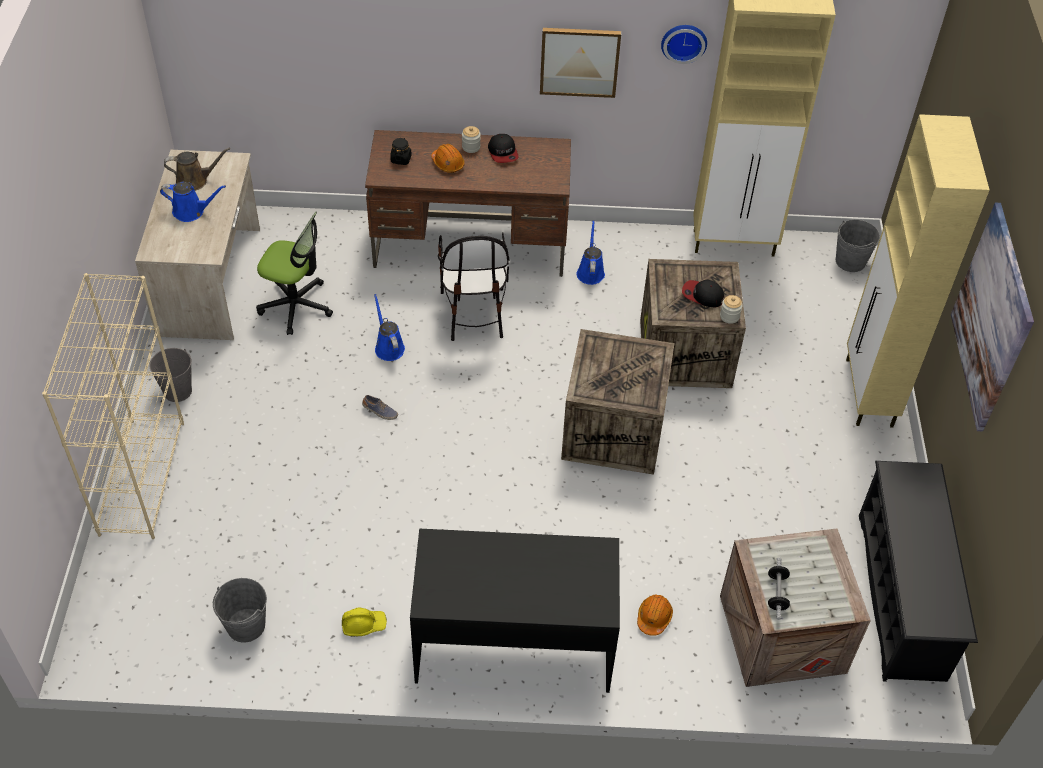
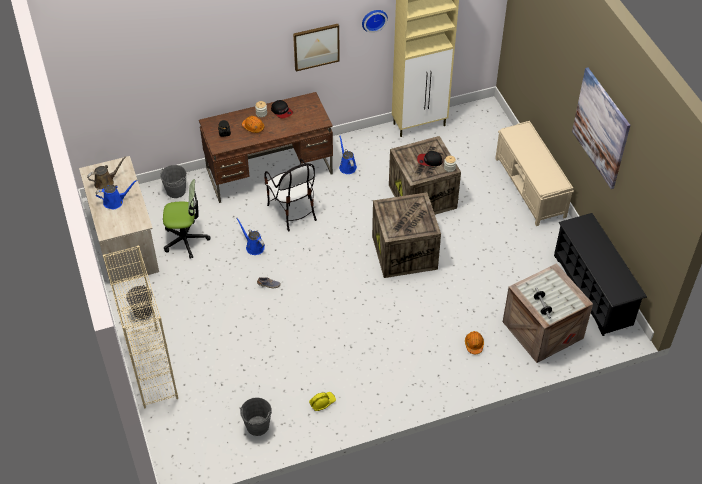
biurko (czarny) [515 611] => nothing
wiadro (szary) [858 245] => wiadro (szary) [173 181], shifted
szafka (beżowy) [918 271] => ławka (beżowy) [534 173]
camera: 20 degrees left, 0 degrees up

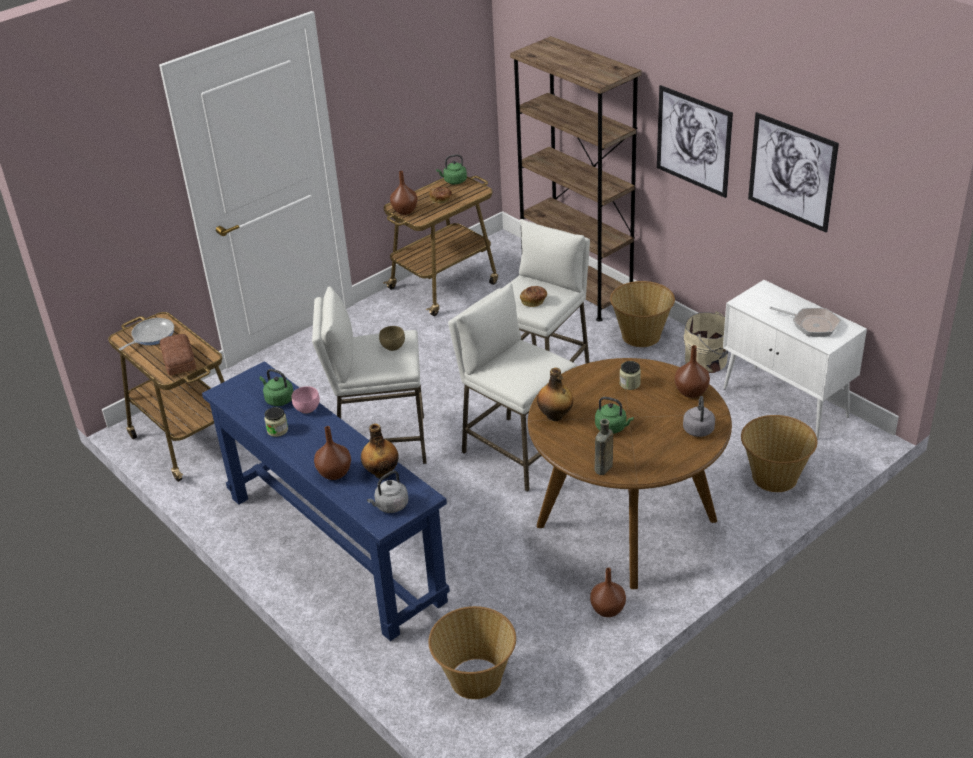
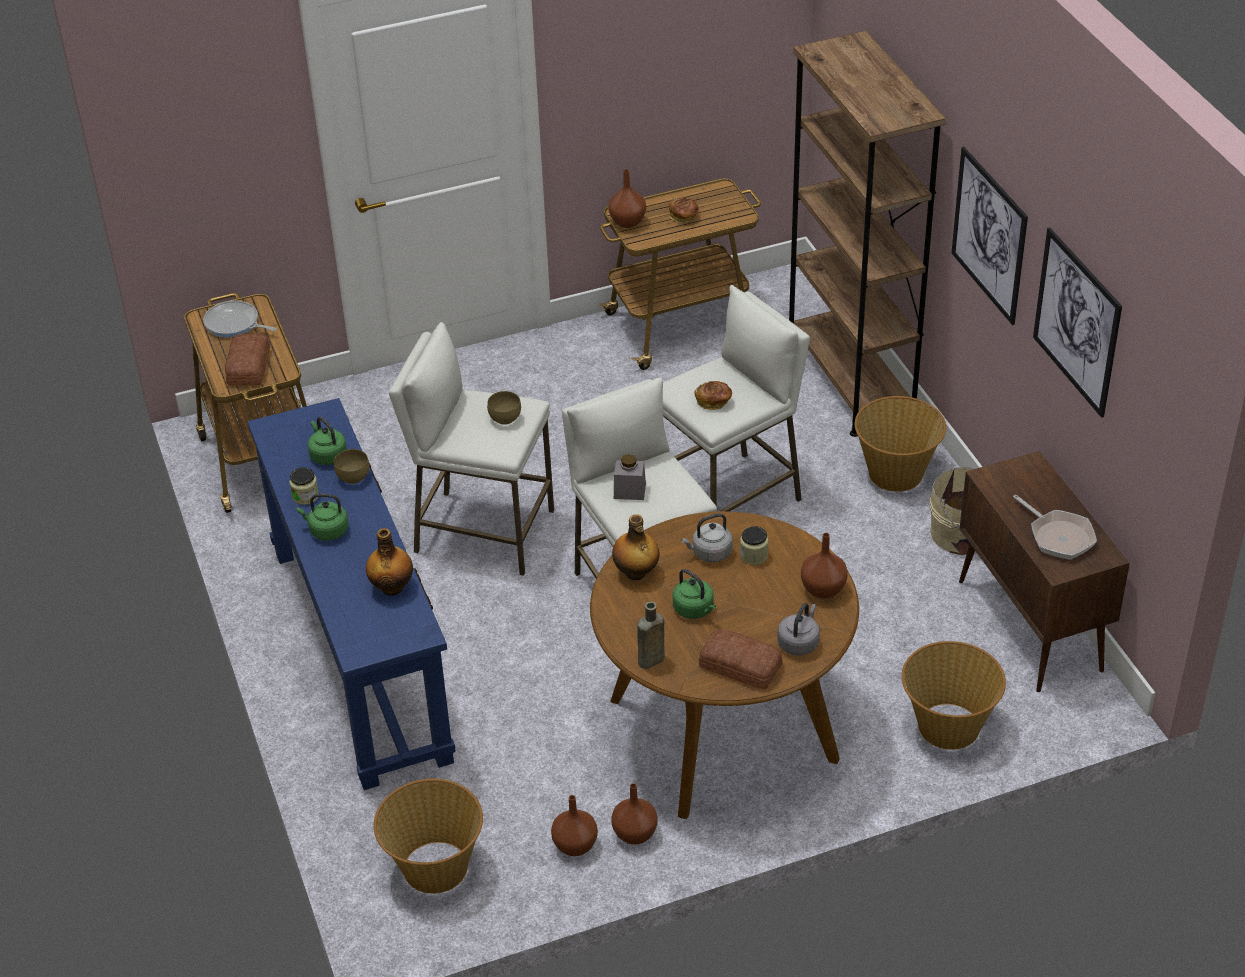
nothing => słoik (szary) [630 477]
nothing => chleb [741 659]
wazon (brązowy) [332 453] => wazon (brązowy) [574 825], shifted
czajnik (szary) [387 491] => czajnik (szary) [707 537], shifted
czajnik (zielony) [451 169] => czajnik (zielony) [322 517], shifted
miska (różowy) [306 400] => miska (brązowy) [351 466]
szafka (biały) [795 360] => szafka (brązowy) [1044 571]
patelnia [146 334] => patelnia [239 318], 120 degrees counterclockwise
camera: 20 degrees right, 5 degrees up

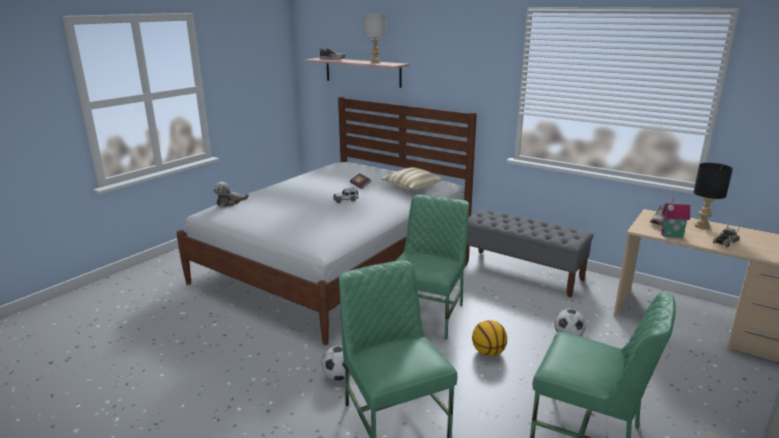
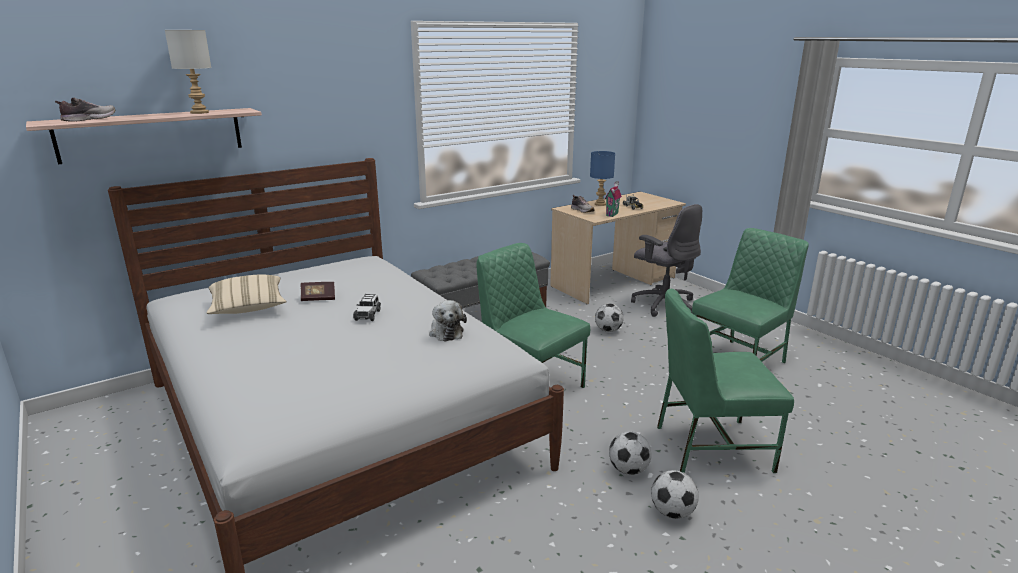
piłka do koszykówki [489 338] => nothing
nothing => krzesło biurowe (szary) [666 260]
nothing => piłka futbolowa [675 494]
pluszak [231 194] => pluszak [448 320], shifted
poduszka (beżowy) [411 178] => poduszka (beżowy) [246 294], shifted
lampa stołowa (czarny) [713 196] => lampa stołowa (niebieski) [602 178]
camera: 70 degrees left, 0 degrees up

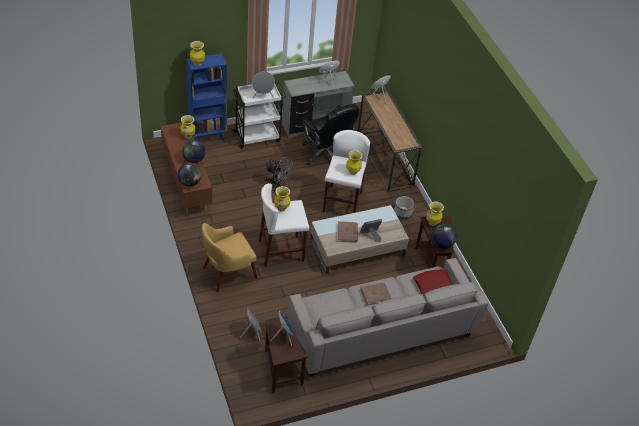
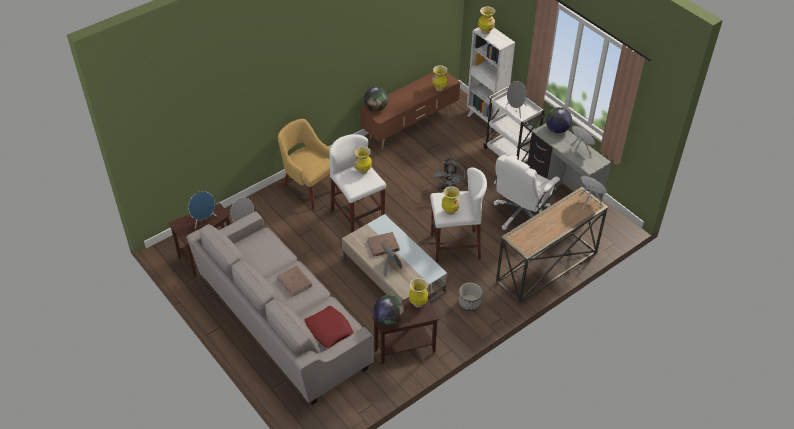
globus [193 151] => globus [559 120], shifted
regał (niebieski) [206 97] => regał (biały) [491 80]
krzesło biurowe (czarny) [330 134] => krzesło biurowe (biały) [527 192]
camera: 75 degrees right, 0 degrees up

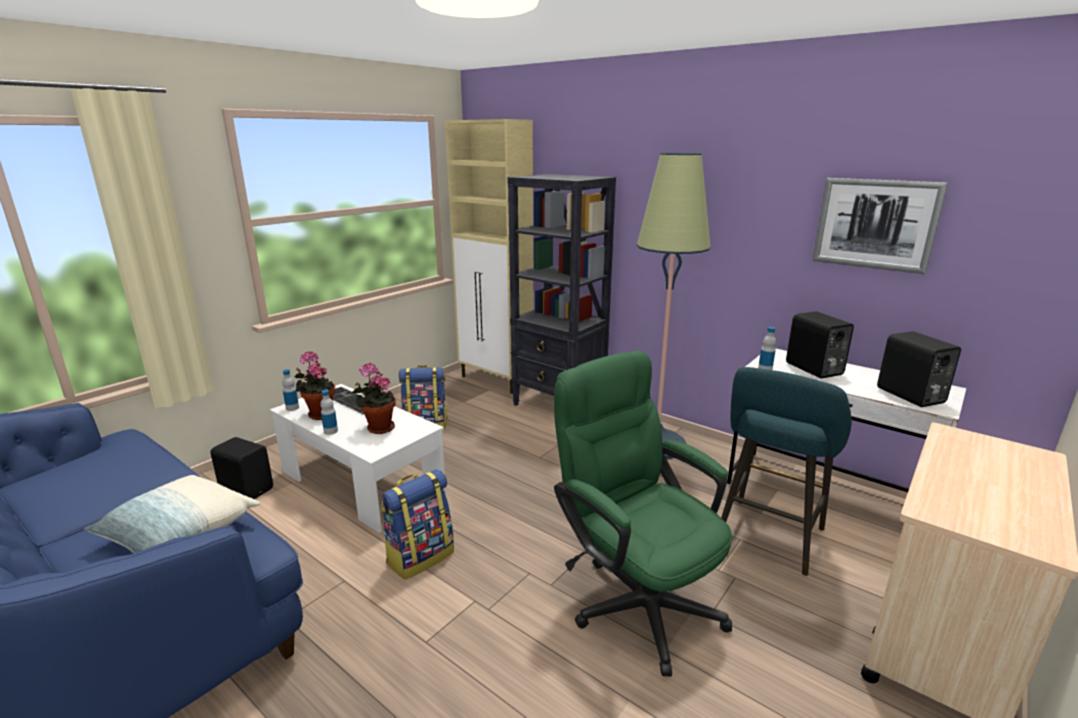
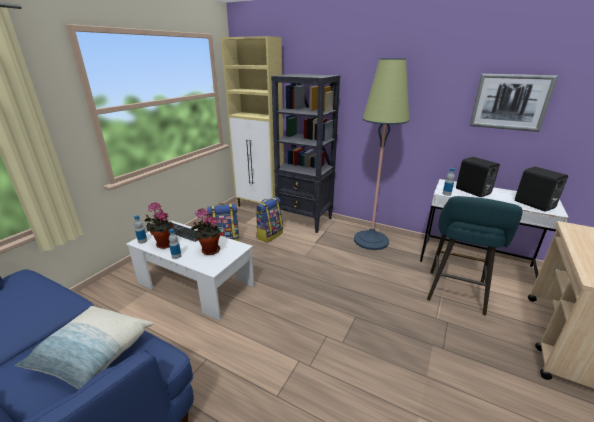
głośnik (czarny) [241 468] => nothing
krzesło biurowe (zielony) [643 514] => nothing
plecak [417 524] => plecak [269 220], shifted
camera: 10 degrees left, 5 degrees up

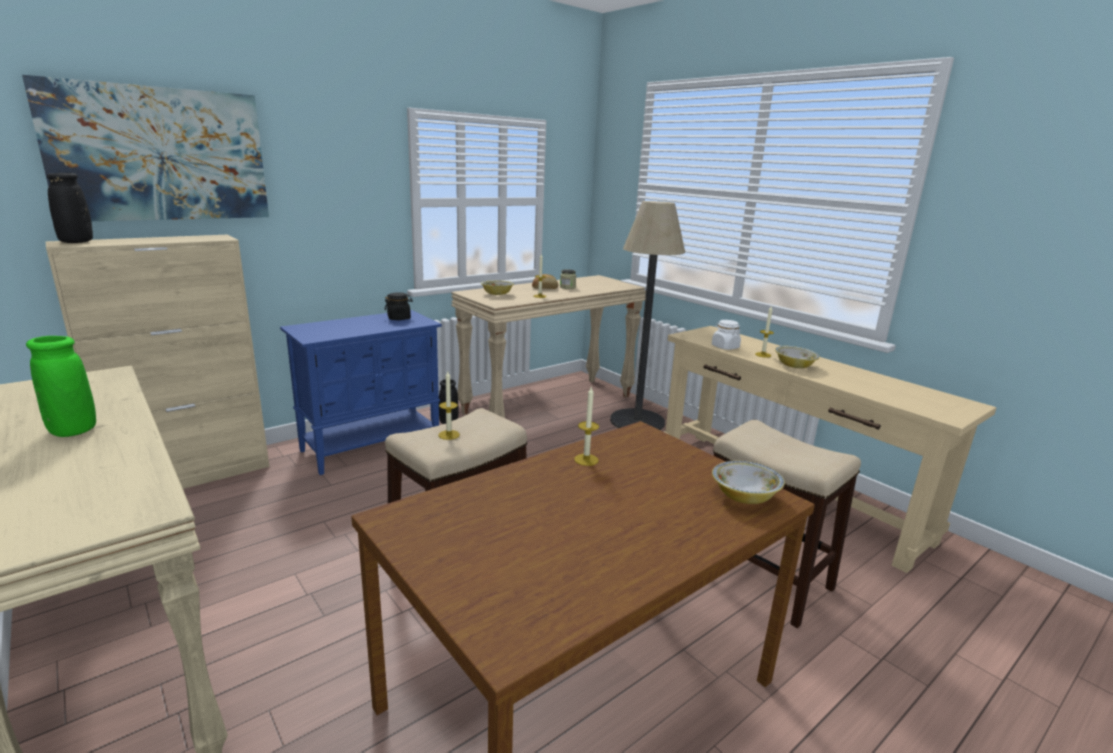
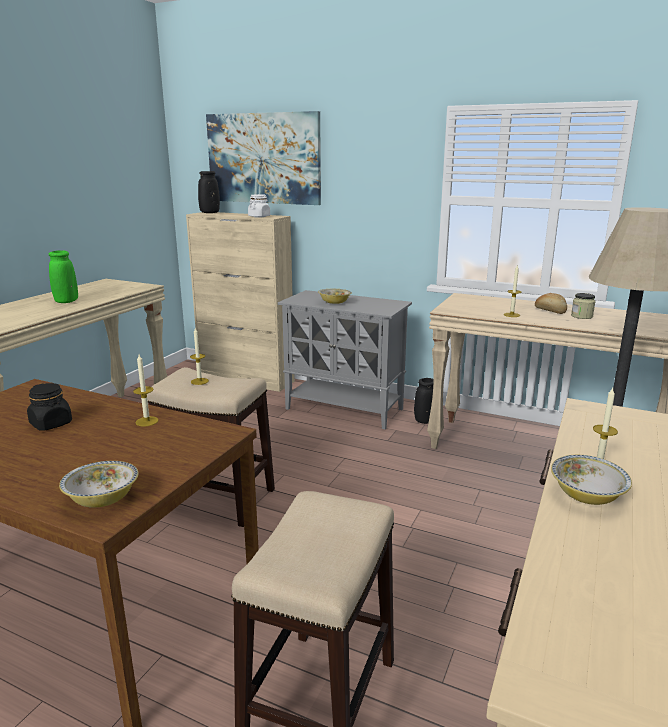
słoik (czarny) [399 306] => słoik (czarny) [49 407], shifted
miska [497 287] => miska [335 296], shifted
słoik (biały) [726 335] => słoik (biały) [259 205], shifted
szafka (niebieski) [361 392] => szafka (szary) [345 359]
camera: 65 degrees right, 0 degrees up

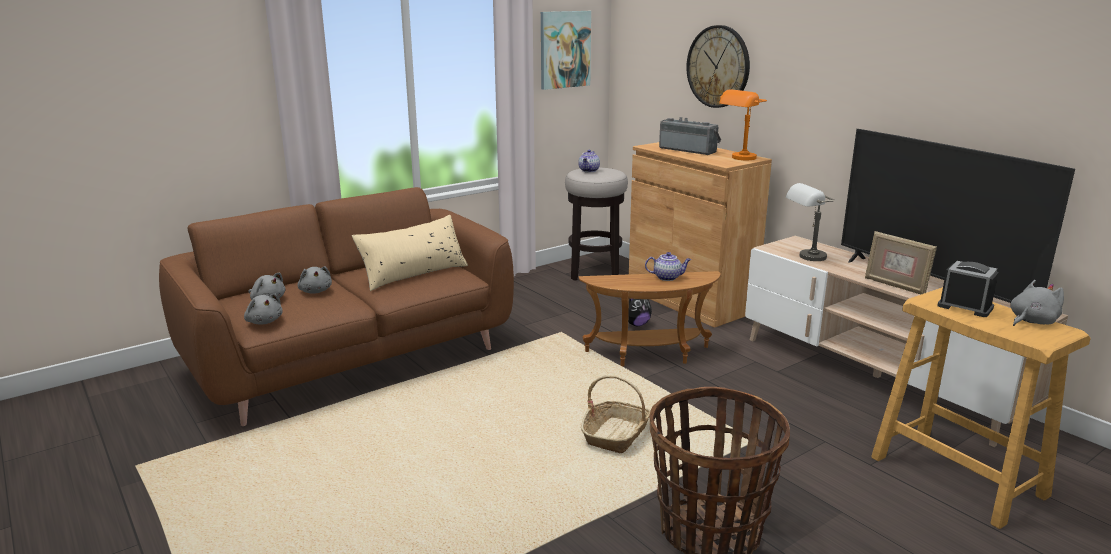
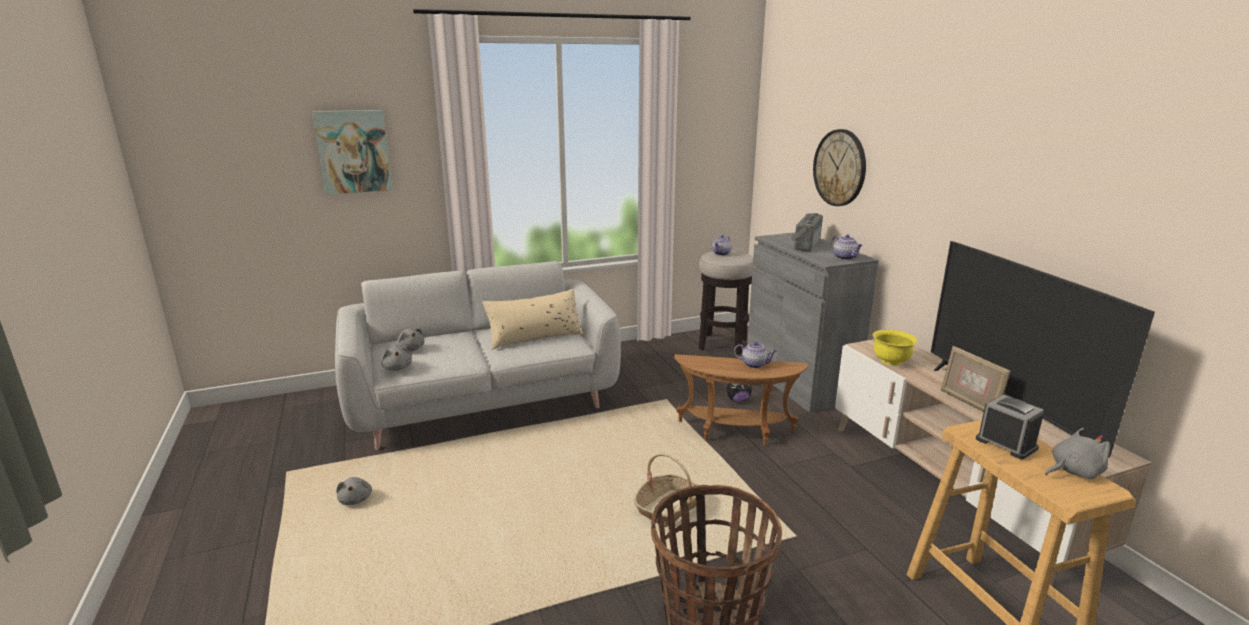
pluszak (szary) [315 280] => pluszak (szary) [354 491], shifted
obraz [566 50] => obraz [353 152], shifted
lampa stołowa (pomarańczowy) [743 124] => imbryk [847 247]
lampa stołowa (szary) [810 222] => miska (żółty) [894 347]
kanapa (brązowy) [336 306] => kanapa (szary) [478 355]
szafka (brązowy) [700 235] => szafka (szary) [813 322]
radio [690 136] => radio [806 232], 120 degrees counterclockwise
camera: 15 degrees right, 0 degrees up

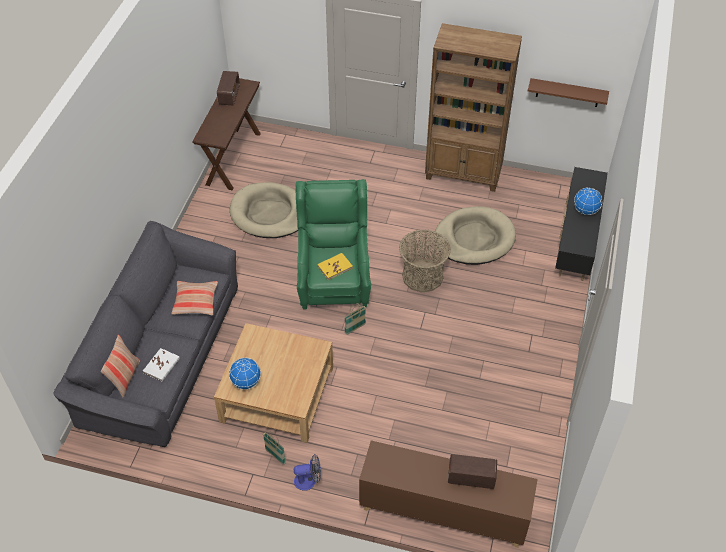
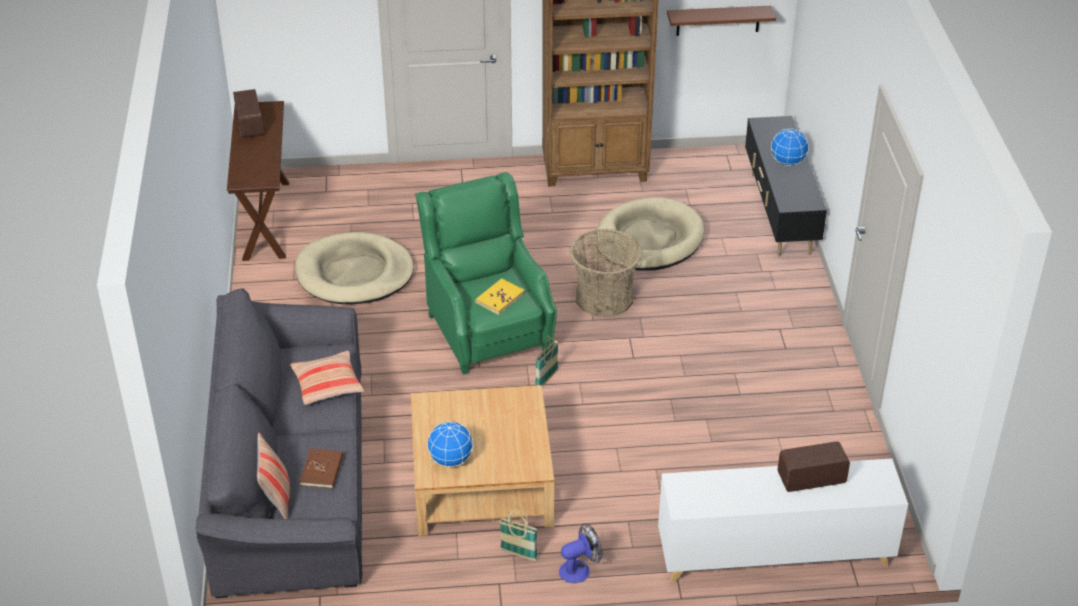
książka (biały) [161 364] => książka (brązowy) [321 469]
szafka (brązowy) [448 494] => szafka (biały) [783 520]
camera: 20 degrees left, 10 degrees down

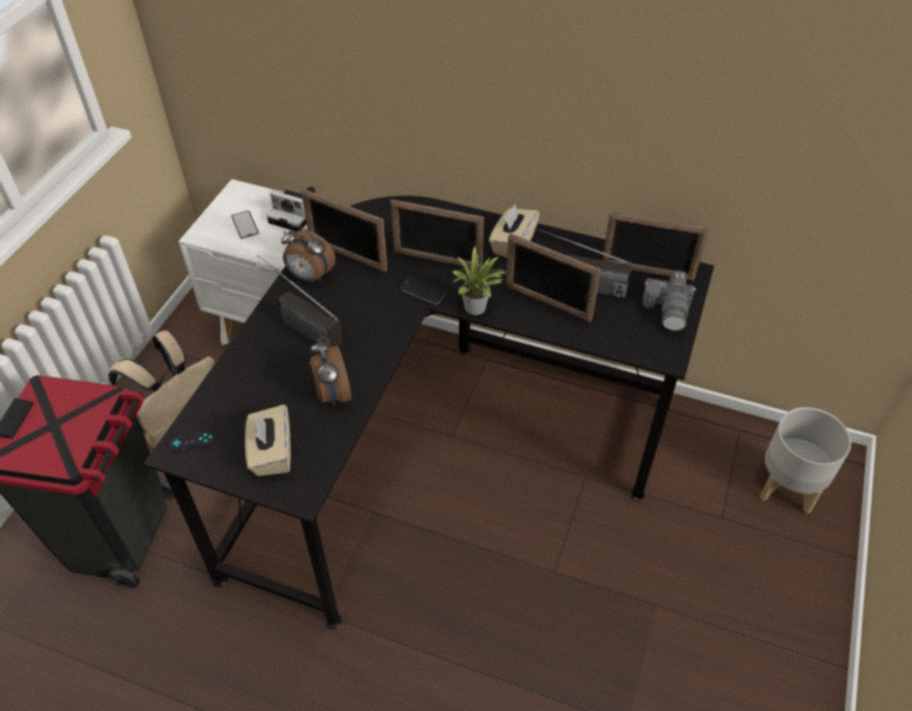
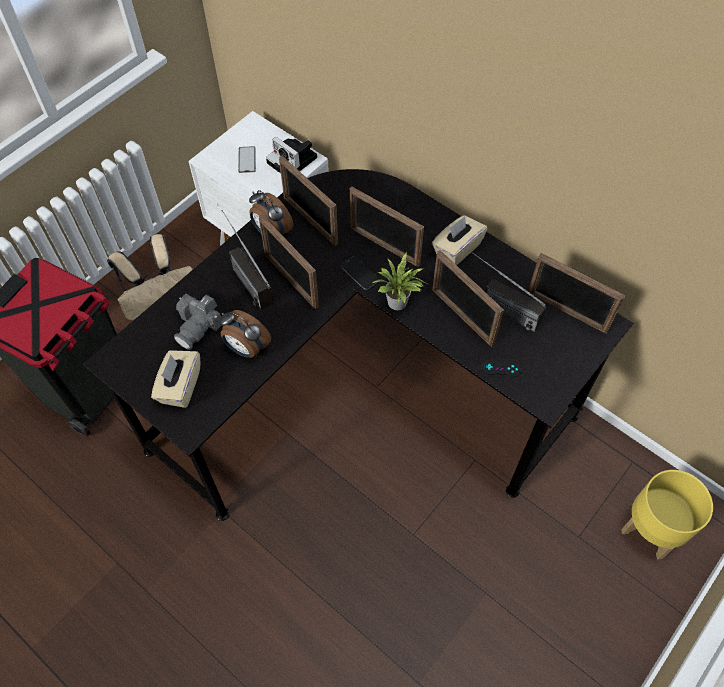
nothing => ramka na zdjęcie [289 261]
pad do gier (czarny) [191 441] => pad do gier (czarny) [501 368], shifted
aparat fotograficzny [669 300] => aparat fotograficzny [197 322], shifted
donica (szary) [805 460] => donica (żółty) [667 515]
budzik [330 372] => budzik [245 334], 60 degrees counterclockwise
camera: 20 degrees right, 10 degrees up

